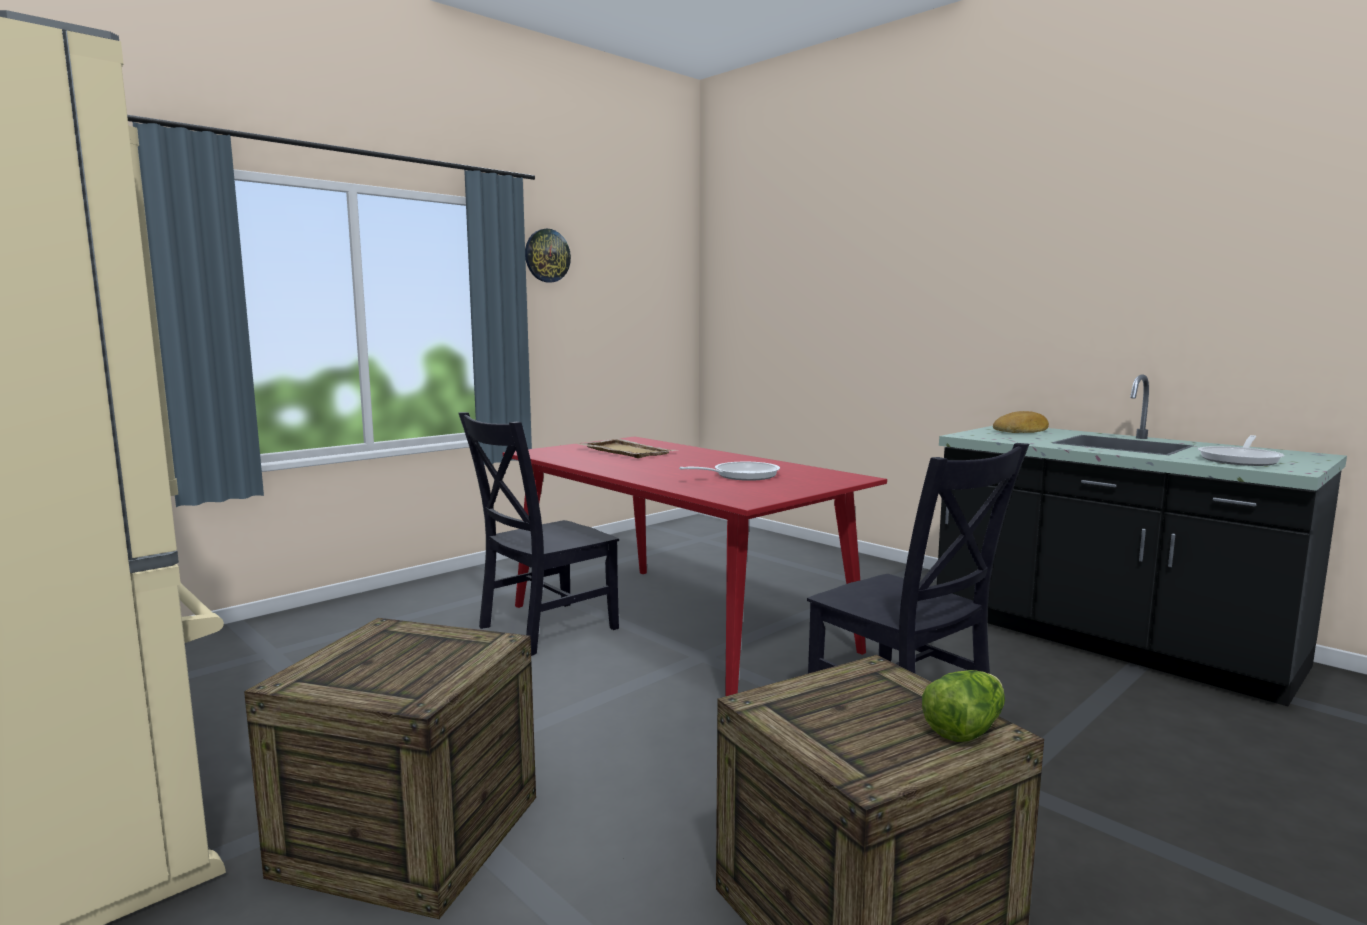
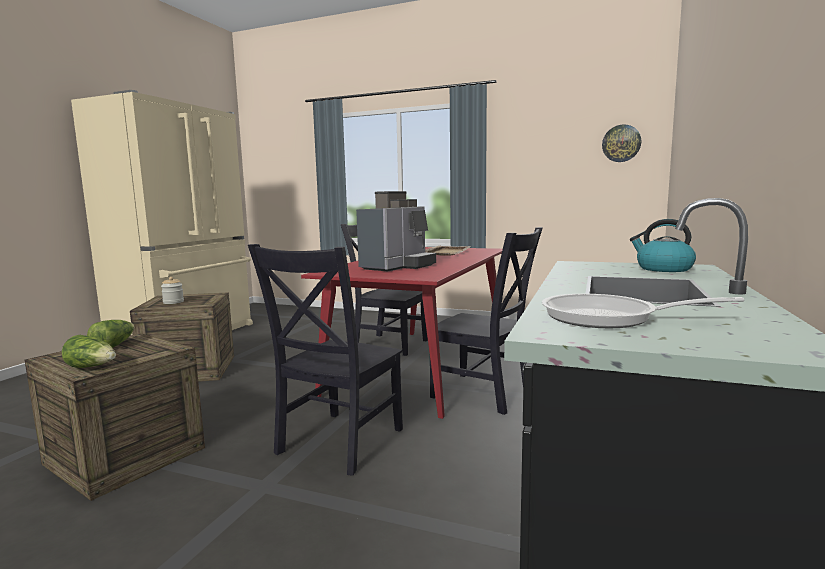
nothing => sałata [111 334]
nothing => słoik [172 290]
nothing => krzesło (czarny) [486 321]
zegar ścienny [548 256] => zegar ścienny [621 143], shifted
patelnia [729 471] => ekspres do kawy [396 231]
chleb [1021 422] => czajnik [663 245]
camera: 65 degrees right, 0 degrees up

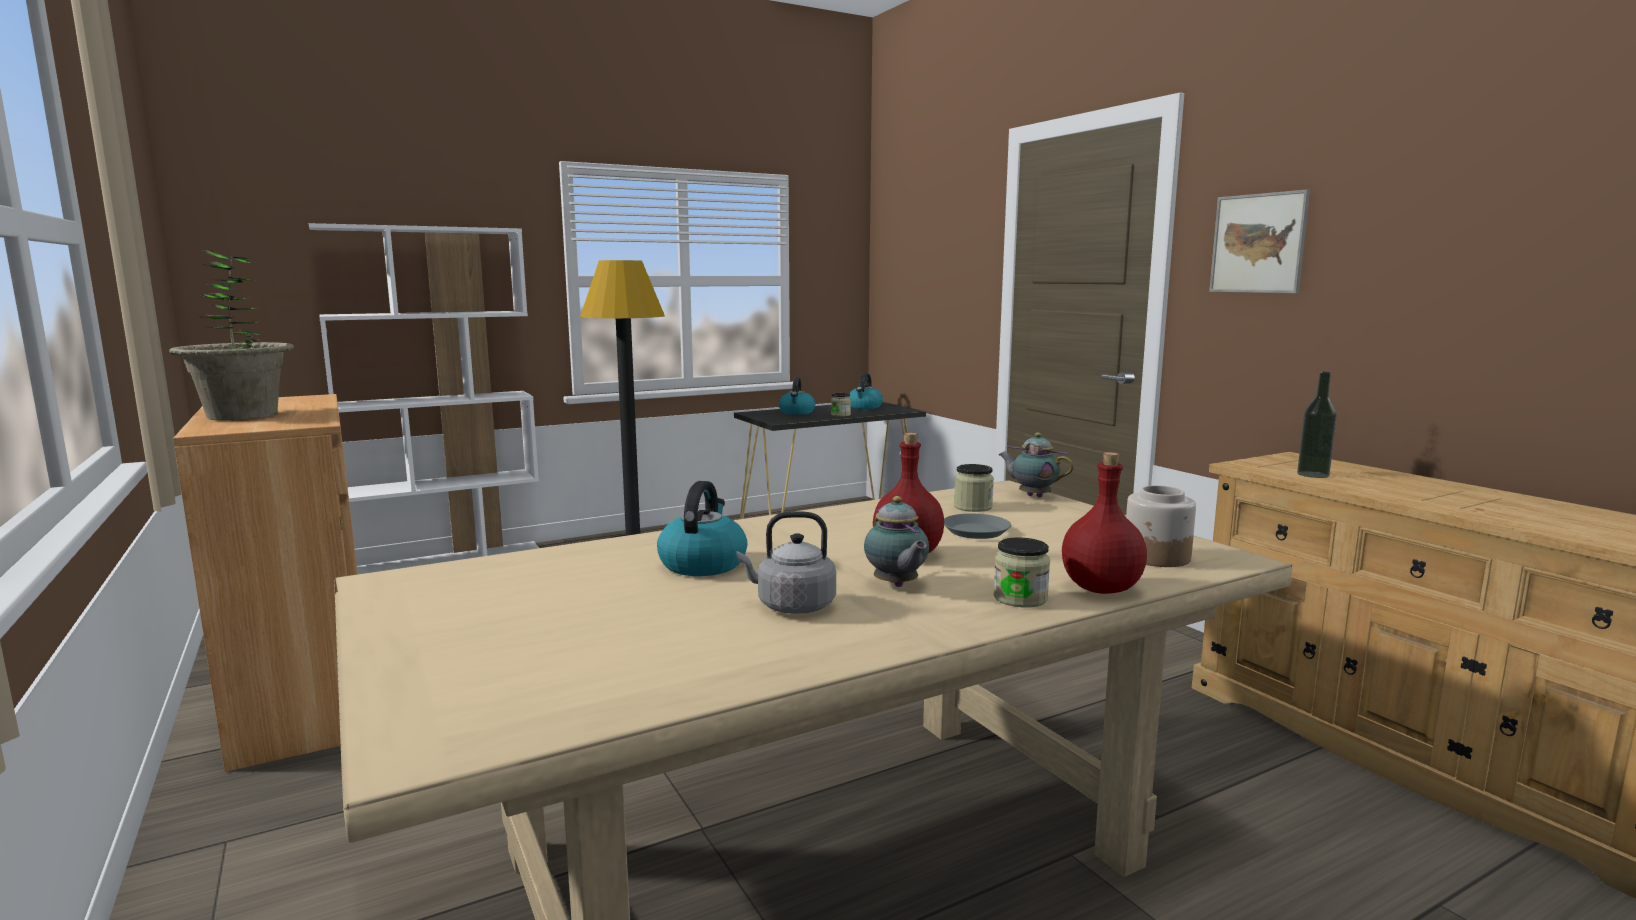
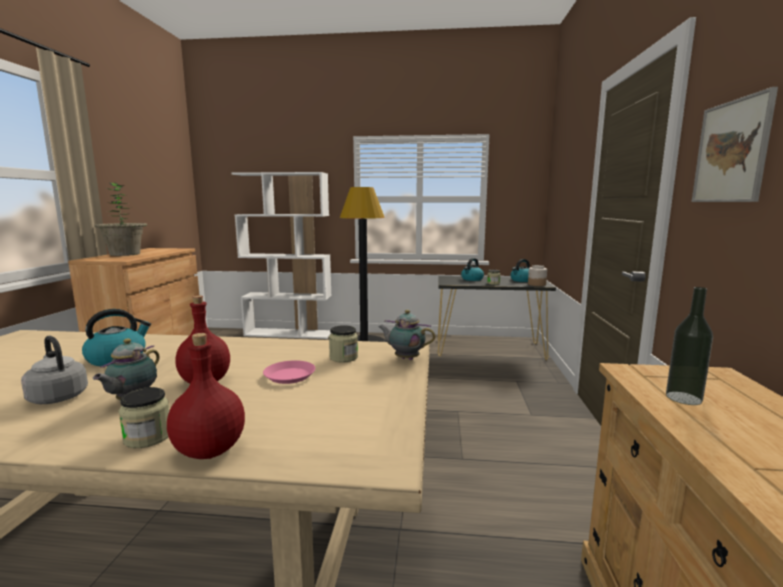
słoik [1161 526] => słoik [537 275], shifted
talerz (szary) [977 526] => talerz (różowy) [289 372]
imbryk [1036 465] => imbryk [406 335], 45 degrees counterclockwise
camera: 35 degrees right, 0 degrees up

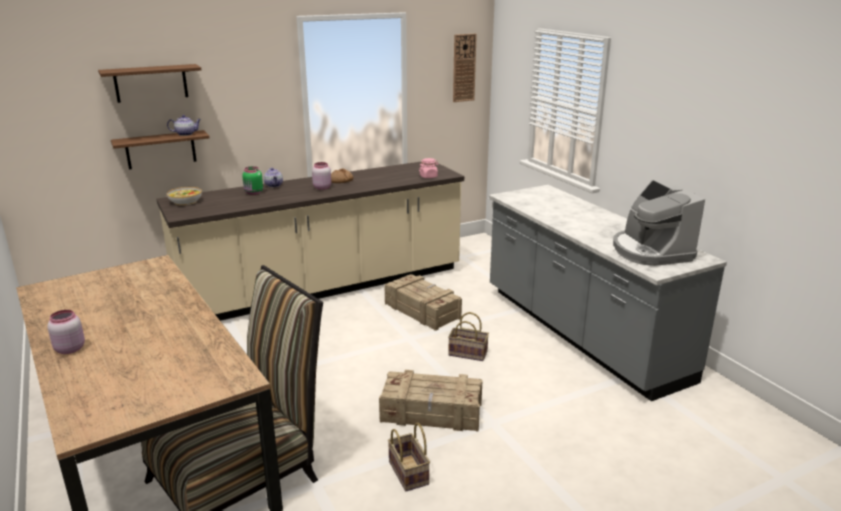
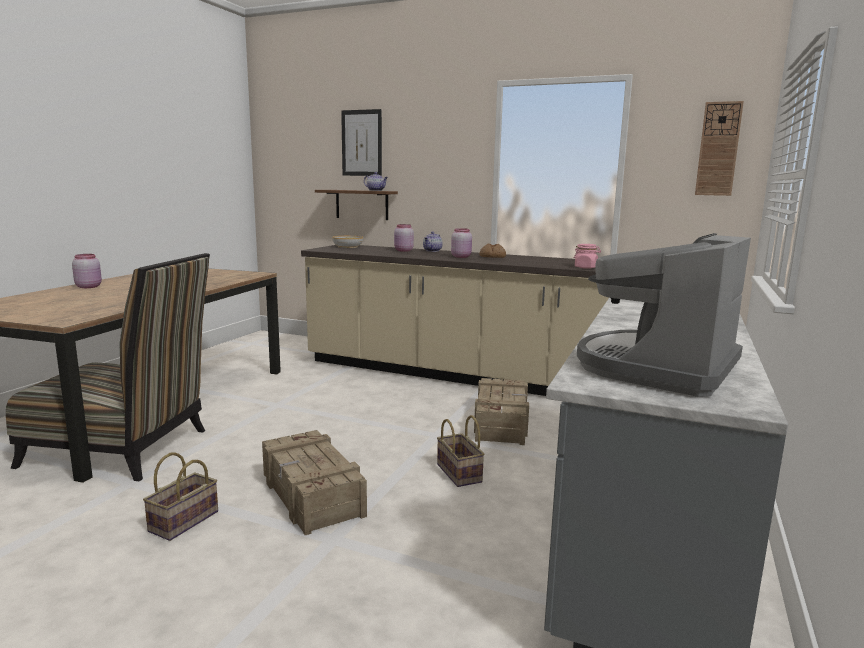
półka (brązowy) [149 83] => obraz [361 142]
słoik (zielony) [252 180] => słoik (różowy) [404 238]
camera: 50 degrees right, 10 degrees down

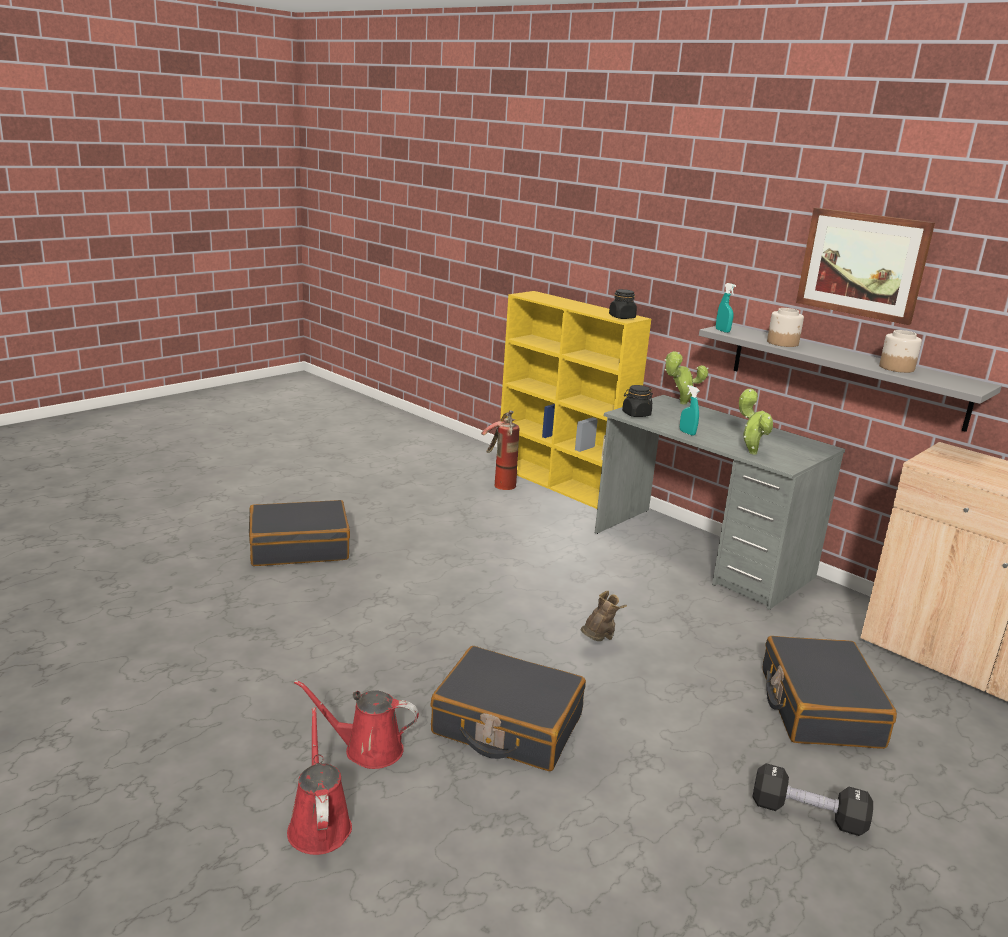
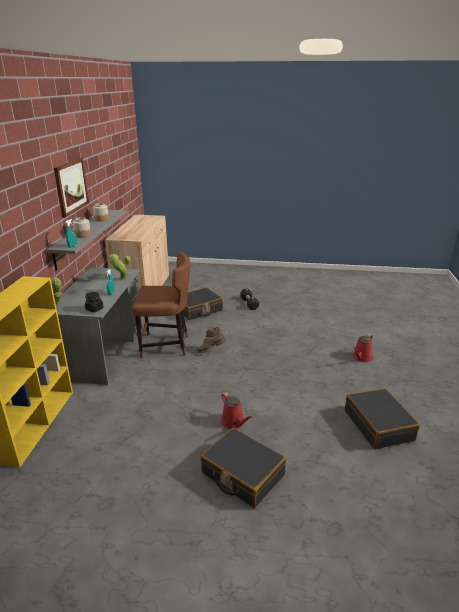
gaśnica [500 450] => nothing
słoik (czarny) [623 304] => nothing
nothing => krzesło (brązowy) [161 305]
konewka (czerwony) [356 724] => konewka (czerwony) [237 410], shifted
walizka (czarny) [508 708] => walizka (czarny) [382 418], shifted
camera: 125 degrees left, 5 degrees up

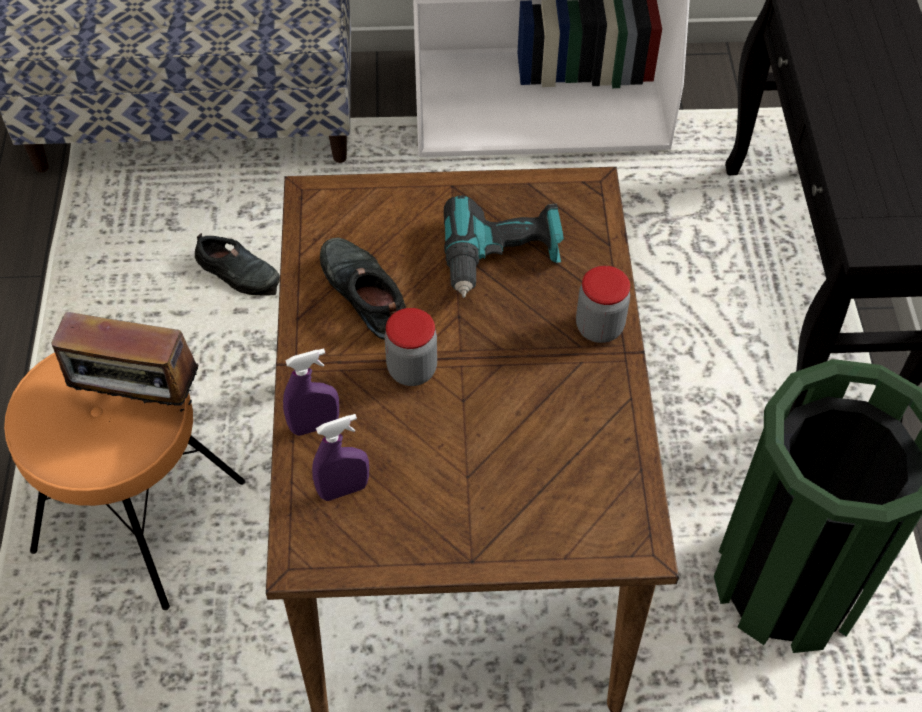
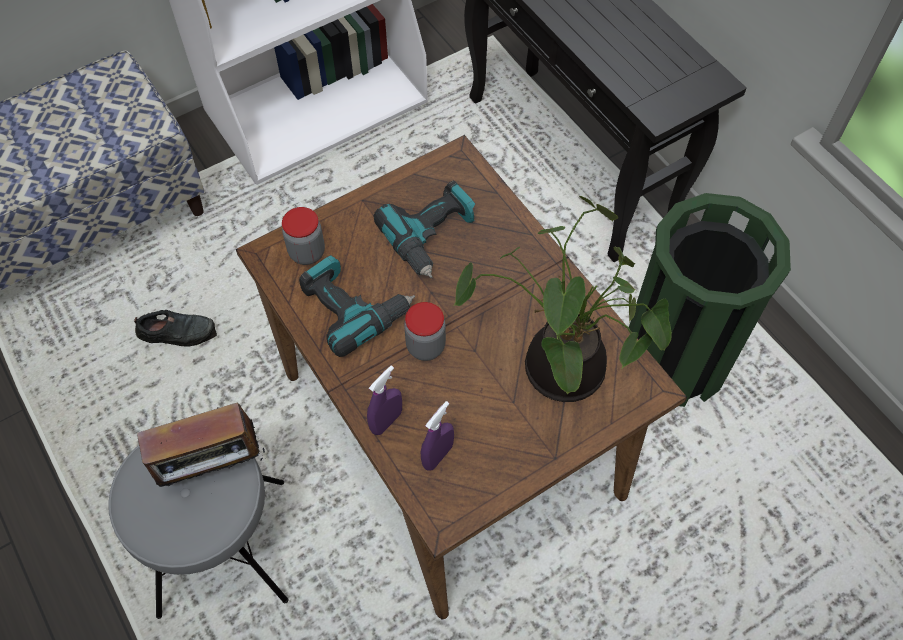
nothing => roślina doniczkowa [563 299]
słoik [603 304] => słoik [303 236], shifted
but (czarny) [363 288] => wiertarka [357 306]
stołek (pomarańczowy) [124 481] => stołek (szary) [198 532]
camera: 30 degrees left, 5 degrees up

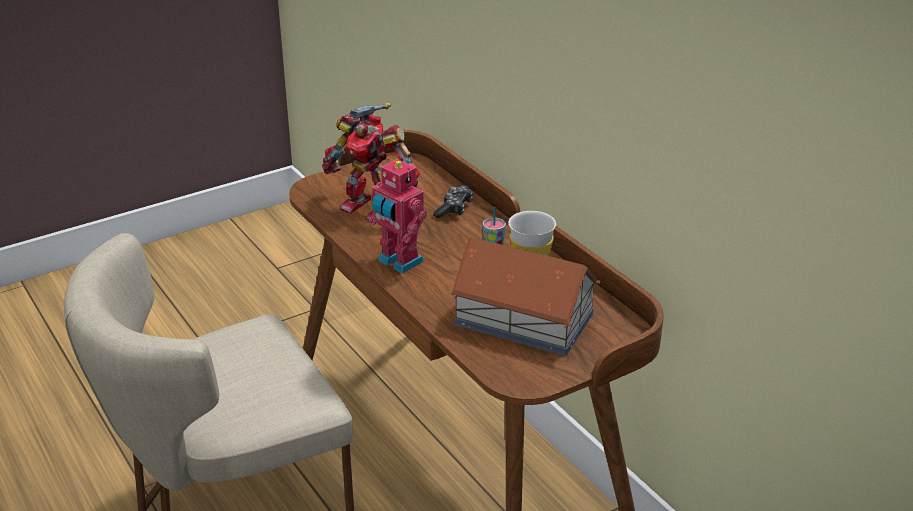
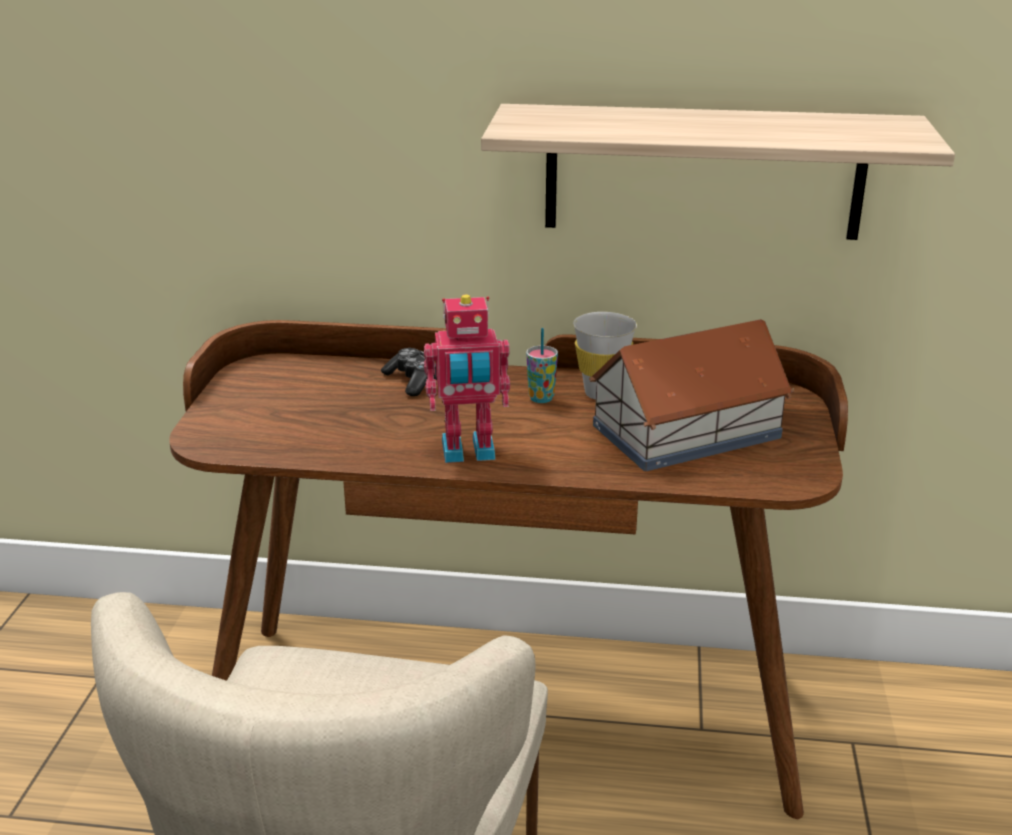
robot zabawkowy [371 161] => nothing
nothing => półka [718 172]
camera: 50 degrees left, 5 degrees down

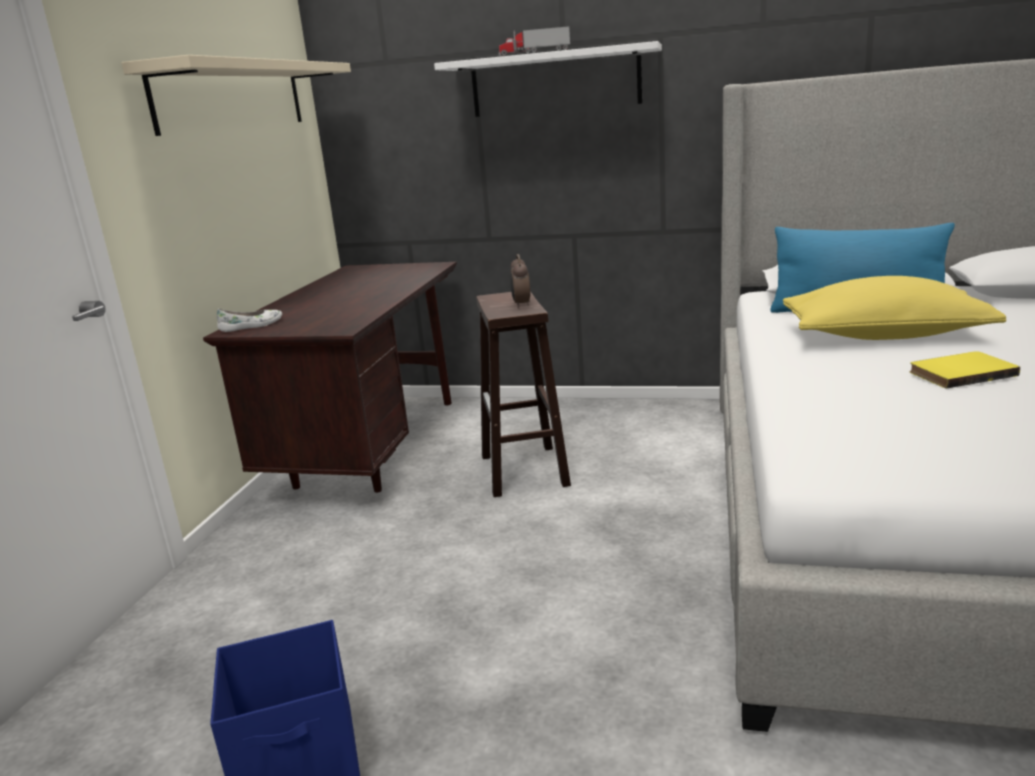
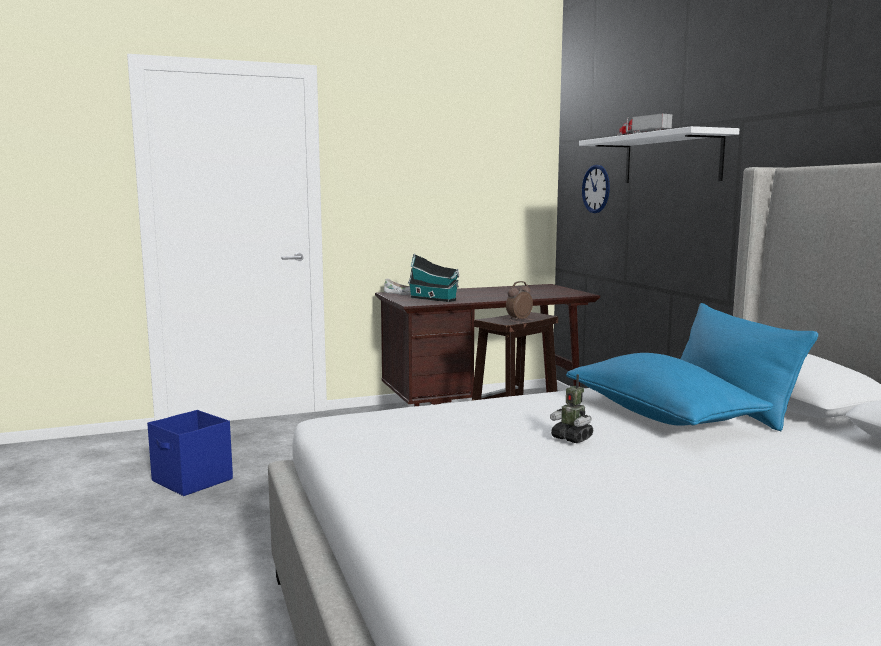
półka (beżowy) [236 95] => nothing
nothing => domek [433 277]
nothing => zegar ścienny [596 189]
książka (żółty) [965 370] => robot zabawkowy [571 408]
poduszka (żółty) [894 308] => poduszka (niebieski) [670 389]
camera: 55 degrees right, 10 degrees down

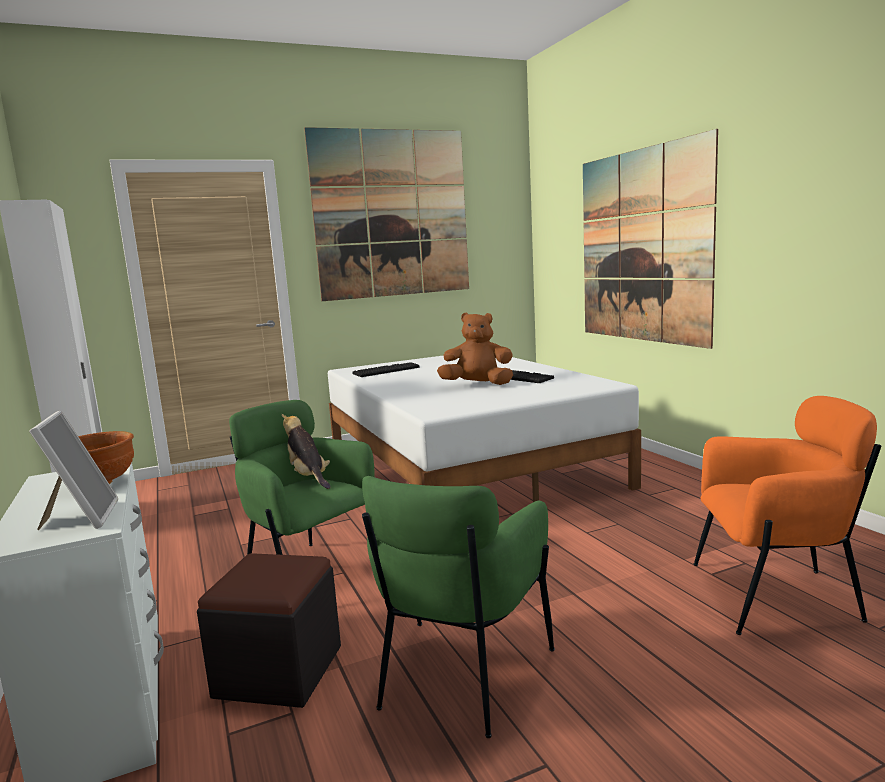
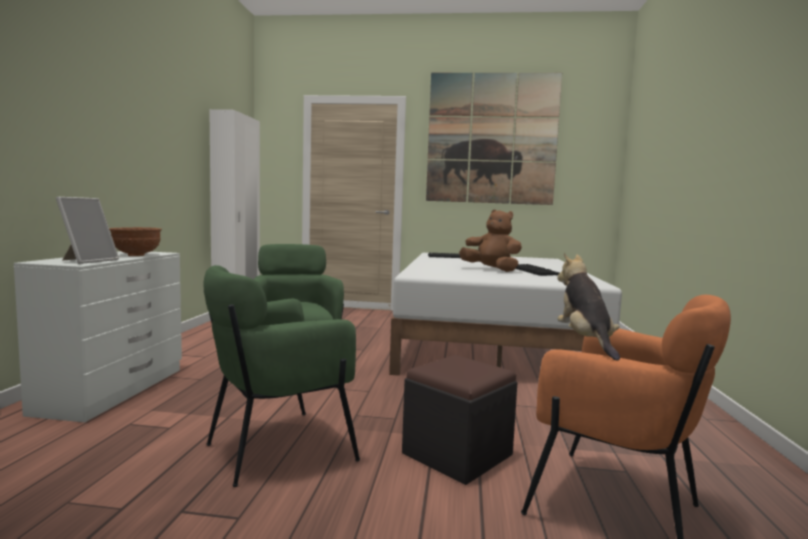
obraz [650 239] => nothing
pufa (czarny) [269 630] => pufa (czarny) [459 420], shifted
pluszak [306 451] => pluszak [588 307], shifted
camera: 30 degrees right, 5 degrees down

